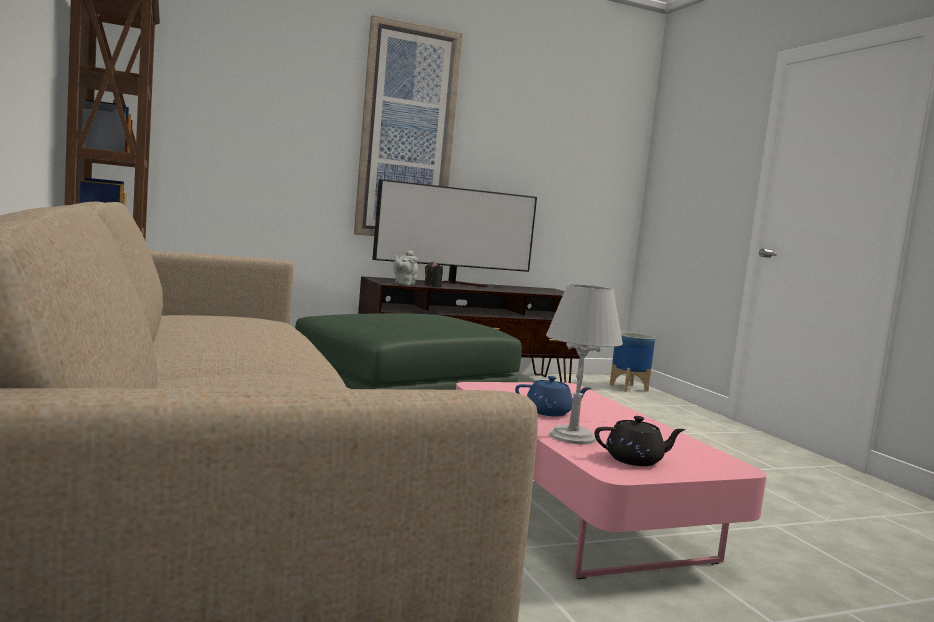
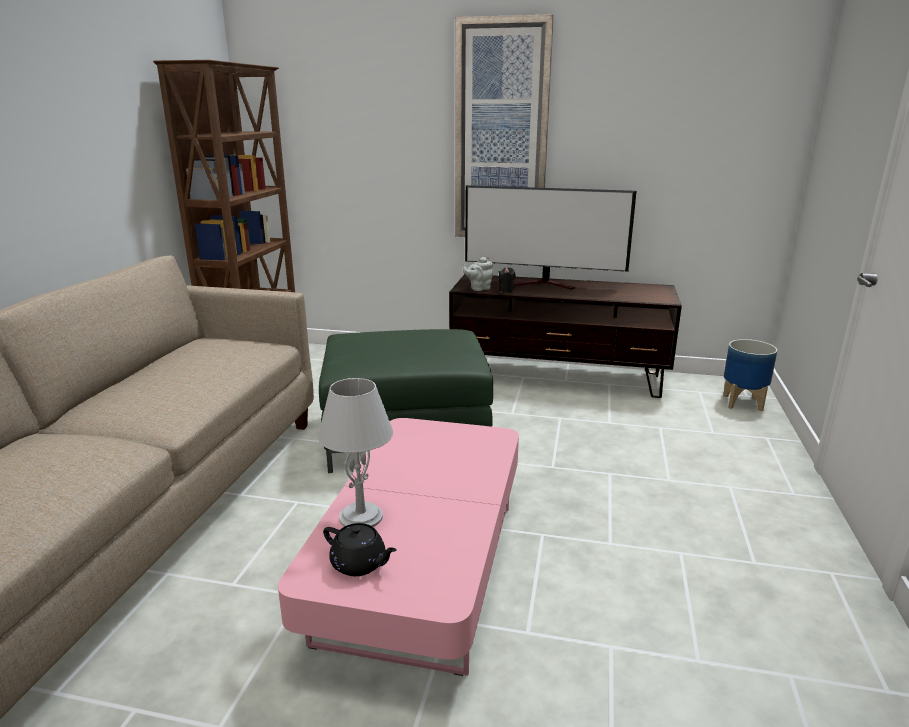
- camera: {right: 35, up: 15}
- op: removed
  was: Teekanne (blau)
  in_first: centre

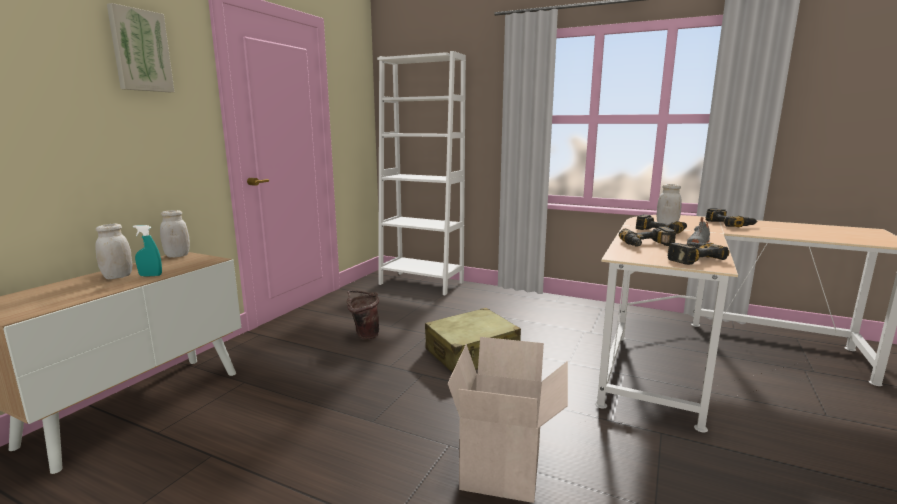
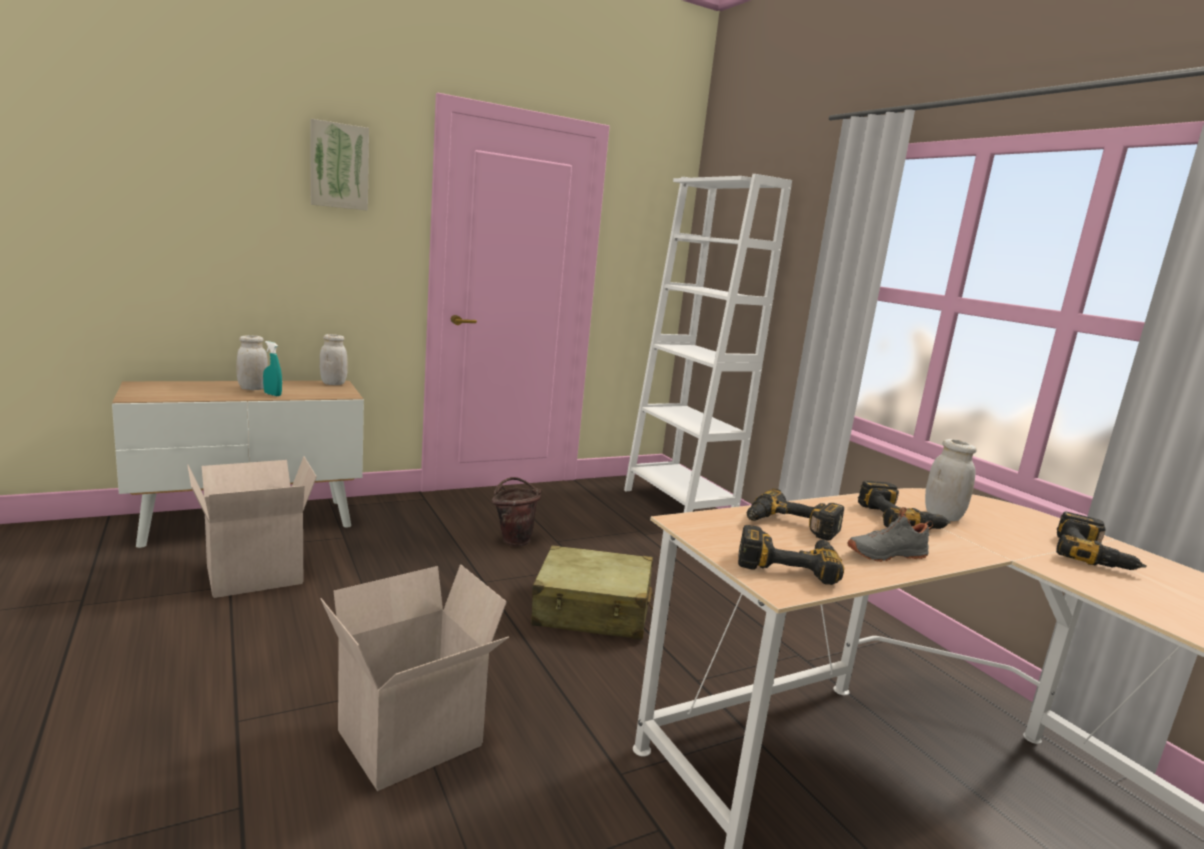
- camera: {right: 35, up: 0}
- op: added
  now: Karton (1st from left)
  in_second: middle left

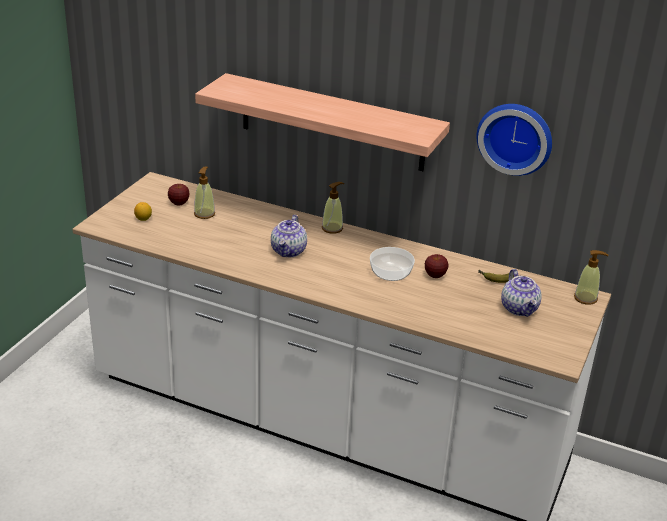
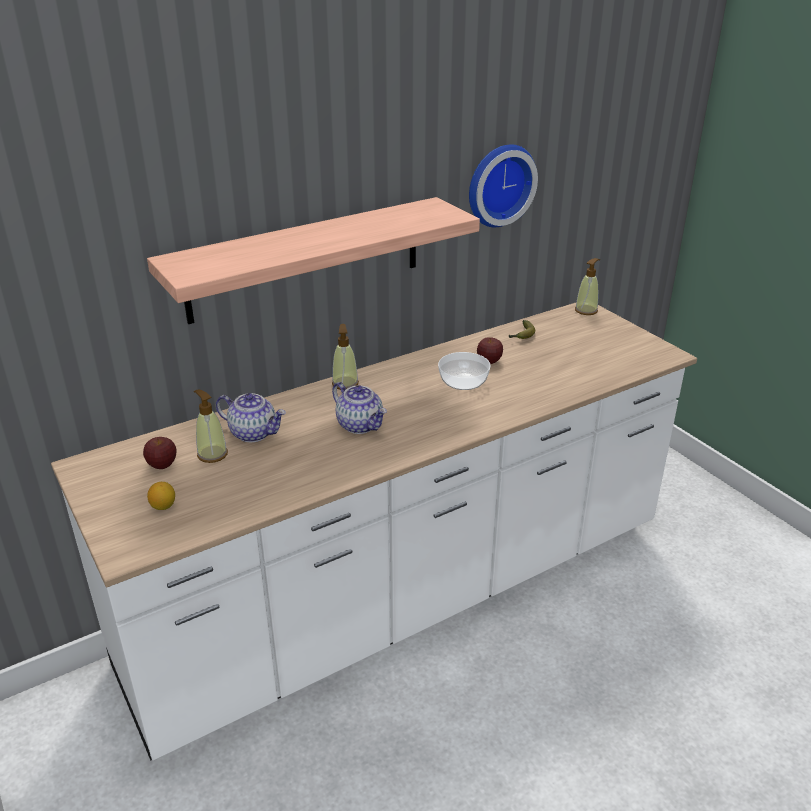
- camera: {right: -55, up: 0}
- op: moved
  was: Teekanne (2nd from left in the first image)
  now: Teekanne (1st from left)
  in_first: middle right
  in_second: middle left

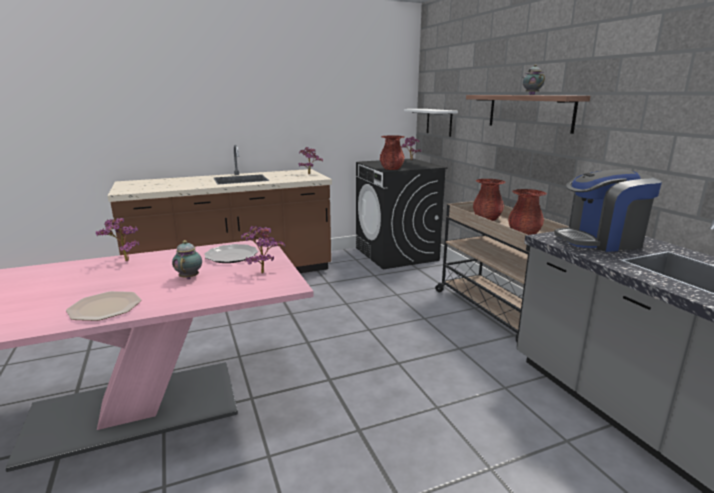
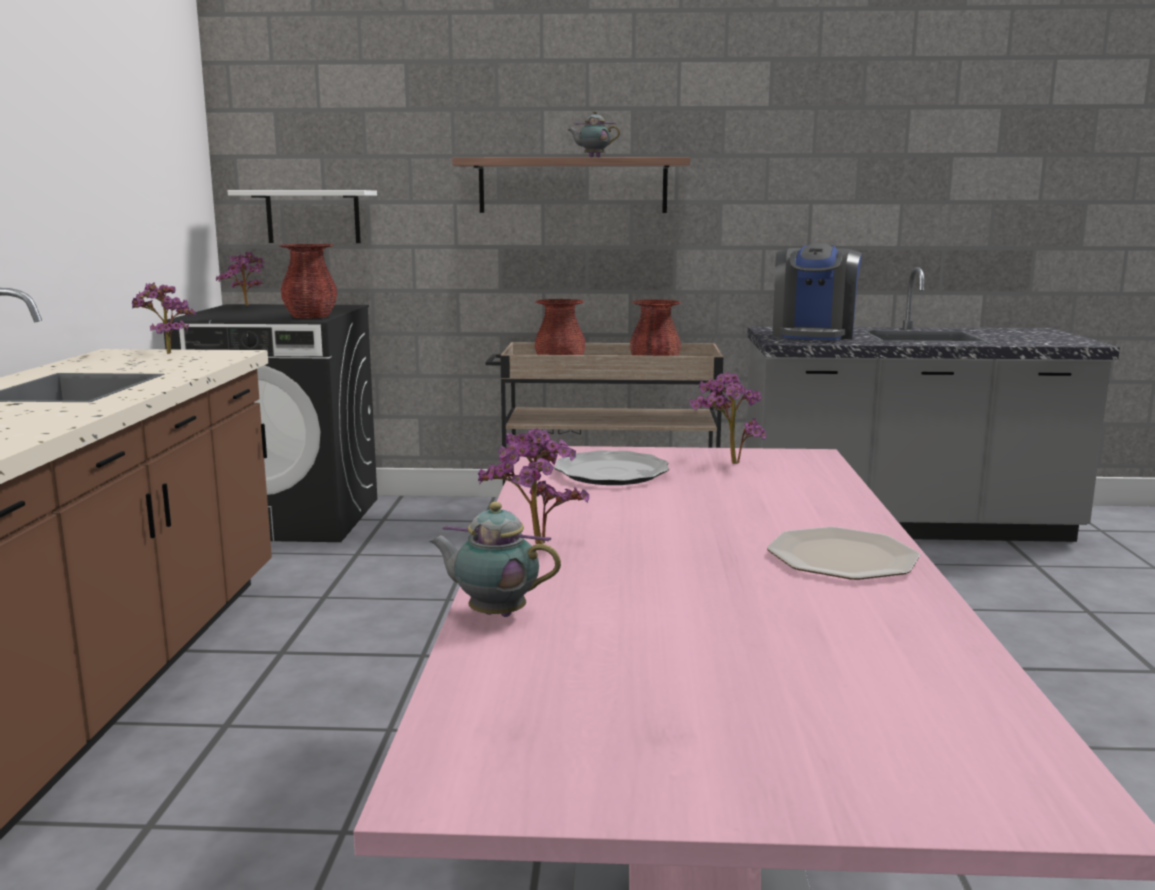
- camera: {right: -65, up: -5}
- op: moved
  was: Teekanne (1st from left)
  in_first: middle left
  in_second: centre

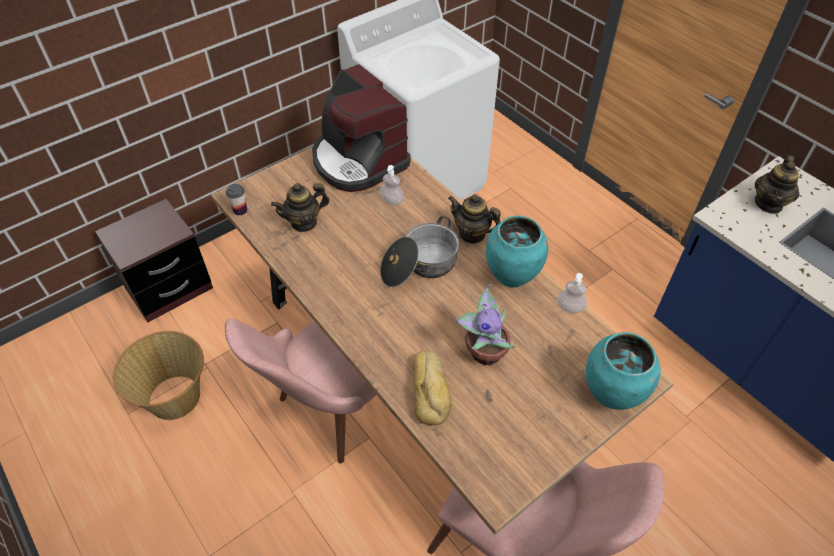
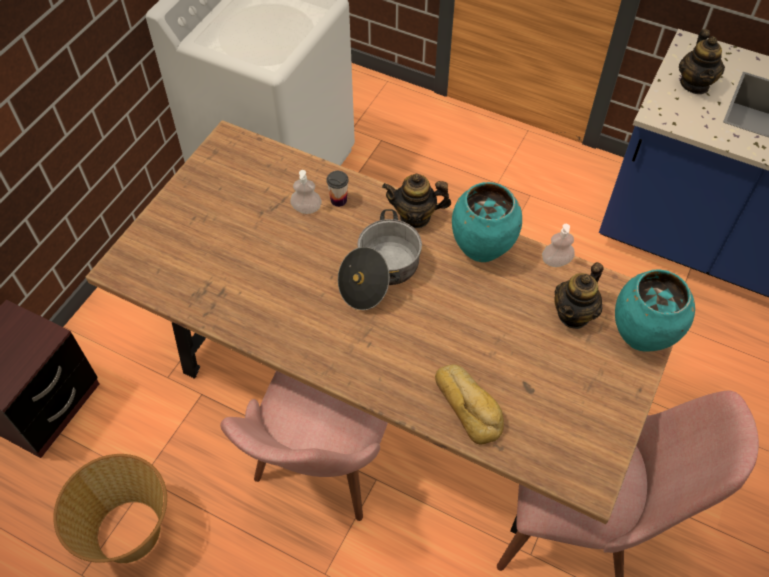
- camera: {right: -25, up: 5}
- op: removed
  was: Kaffeemaschine
  in_first: top centre
- op: moved
  was: Teekanne (1st from left in the first image)
  now: Teekanne (2nd from left)
  in_first: centre
  in_second: middle right
- op: moved
  was: Tasse
  in_first: middle left
  in_second: top centre
- op: removed
  was: Topfpflanze
  in_first: centre

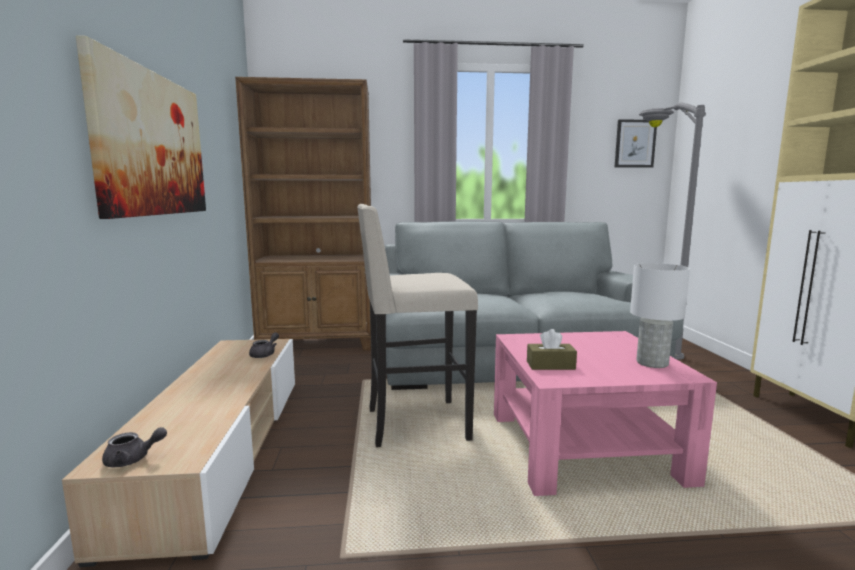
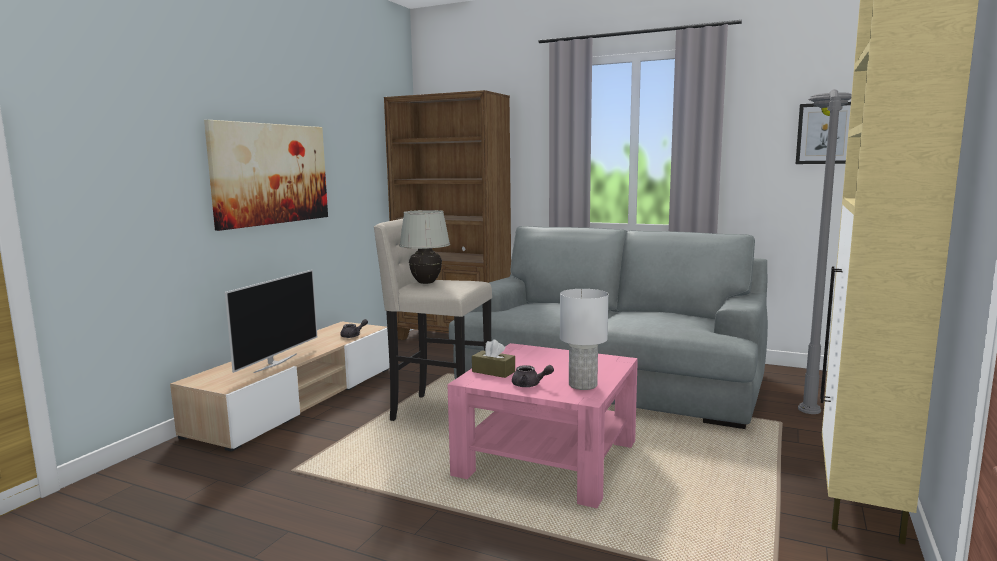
- camera: {right: 30, up: 0}
- op: moved
  was: Teekanne (grau) (1st from left in the first image)
  now: Teekanne (grau) (2nd from left)
  in_first: bottom left
  in_second: bottom centre
- op: added
  now: Tischlampe (weiß) (1st from left)
  in_second: centre
- op: added
  now: Fernseher
  in_second: middle left

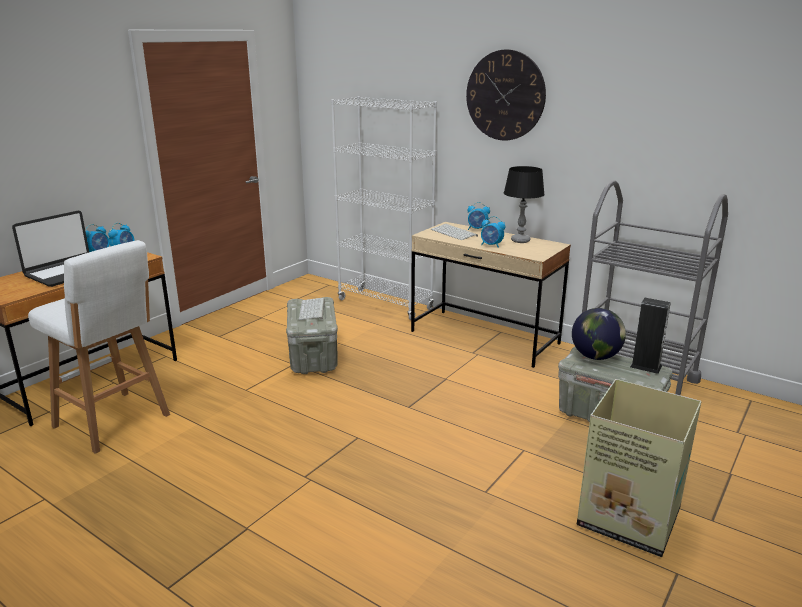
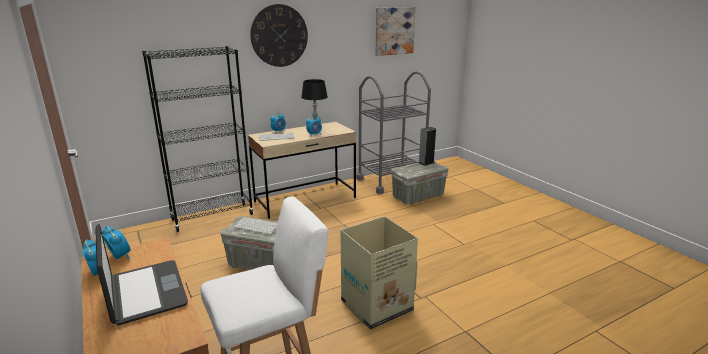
- camera: {right: -65, up: 0}
- op: recoloured
  was: Bücherregal (weiß)
  now: Bücherregal (schwarz)
  in_first: centre
  in_second: middle left
- op: removed
  was: Globus
  in_first: middle right
- op: moved
  was: Karton
  in_first: bottom right
  in_second: bottom centre
- op: added
  now: Bild
  in_second: top centre

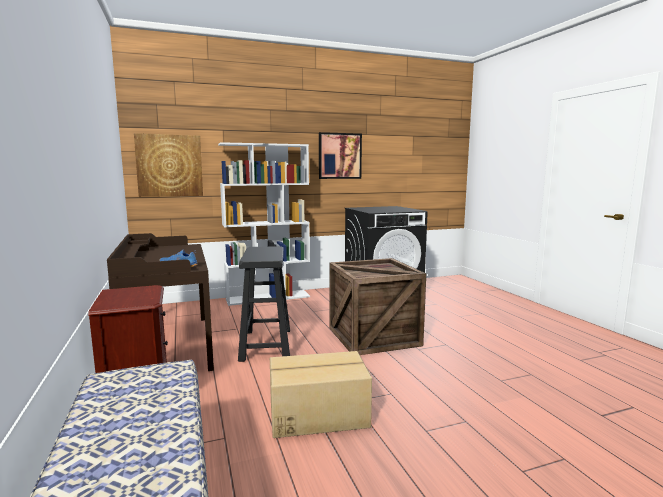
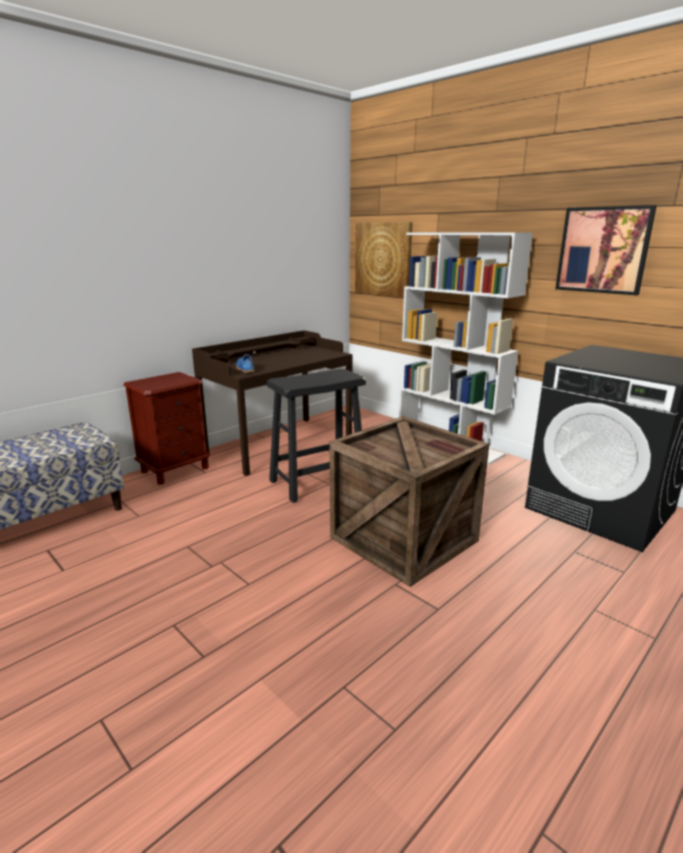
- camera: {right: 65, up: 10}
- op: removed
  was: Karton
  in_first: bottom centre

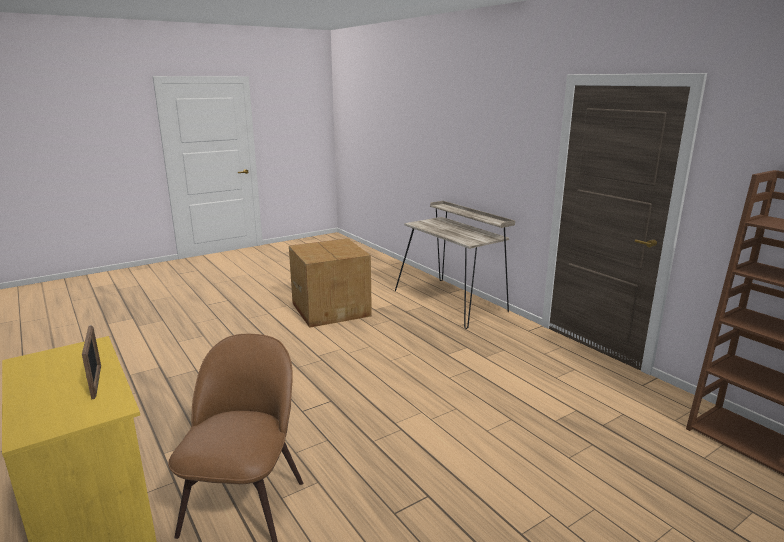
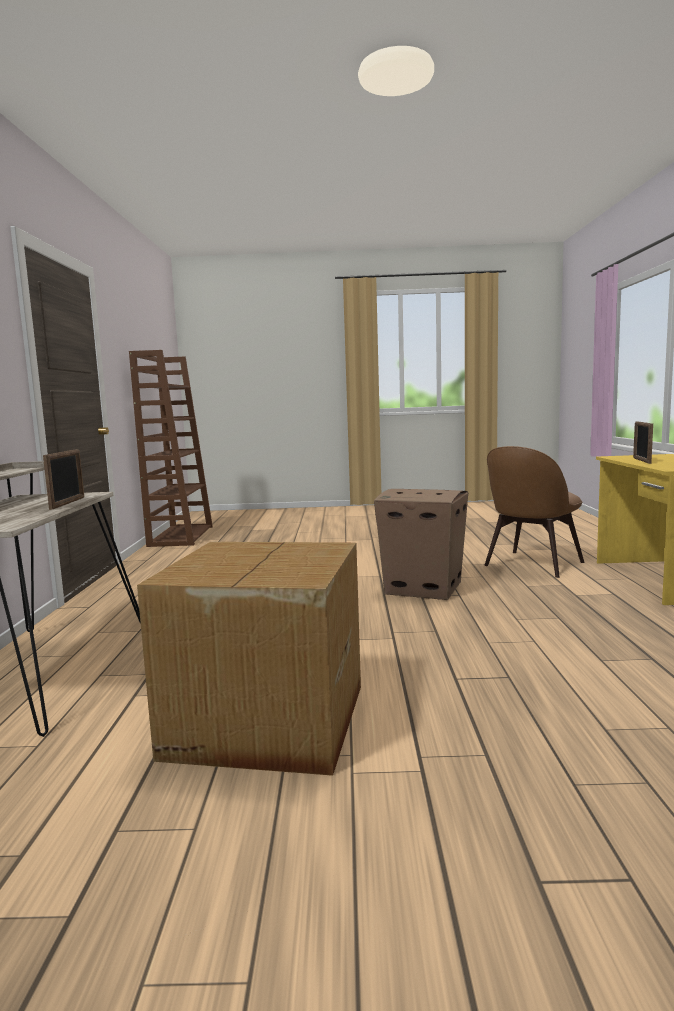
- camera: {right: -145, up: -10}
- op: added
  now: Bilderrahmen (1st from left)
  in_second: middle left
- op: added
  now: Karton (2nd from left)
  in_second: centre

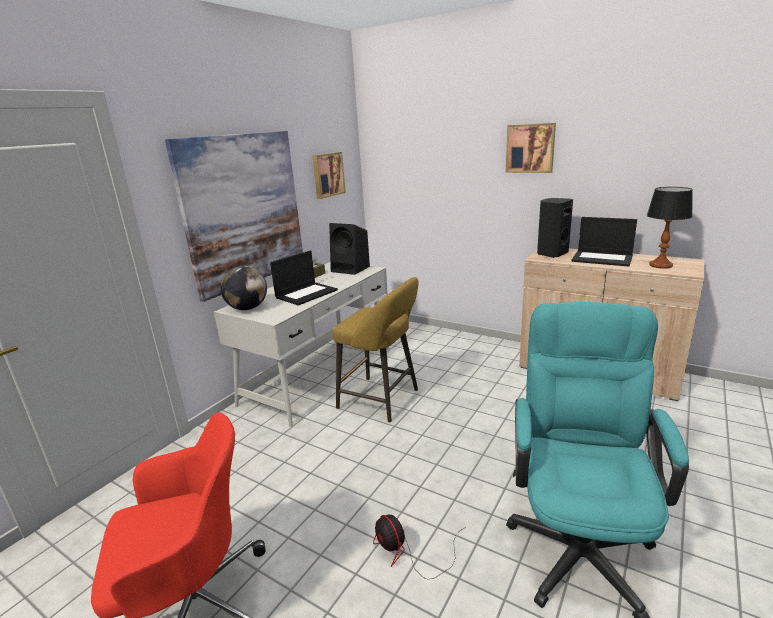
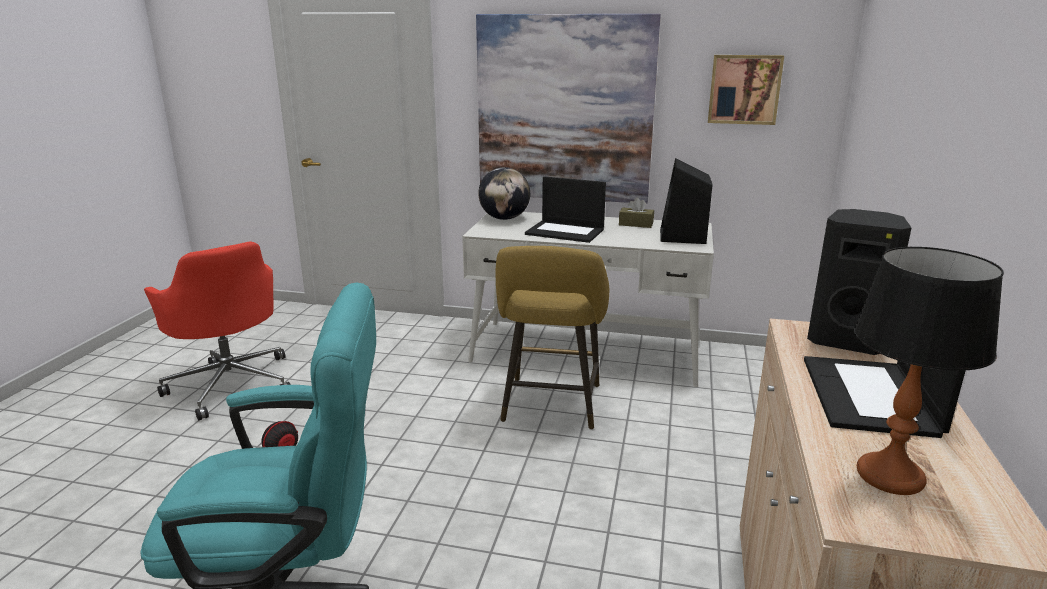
- camera: {right: 70, up: 0}
- op: removed
  was: Bild (3rd from left)
  in_first: top right

